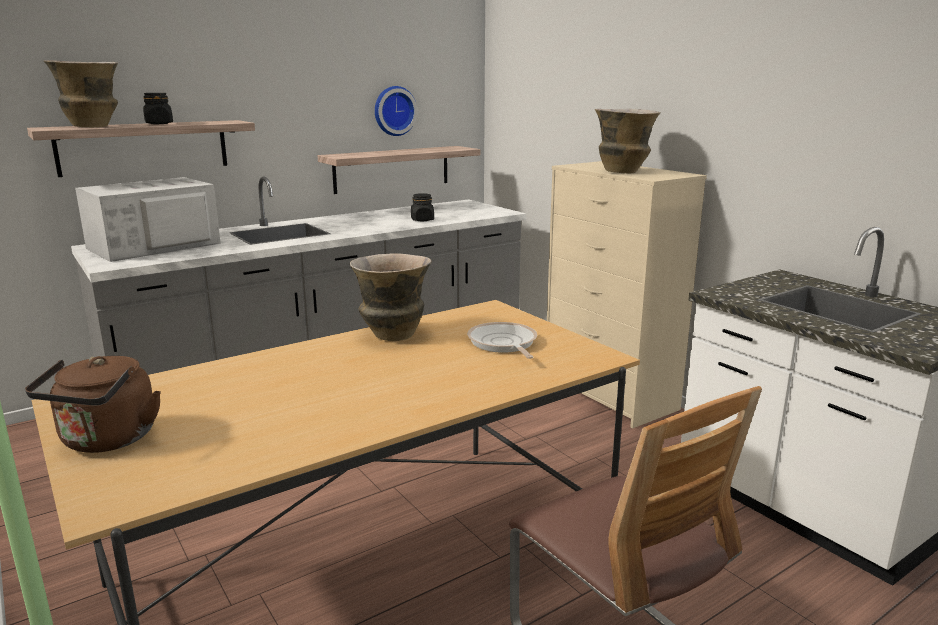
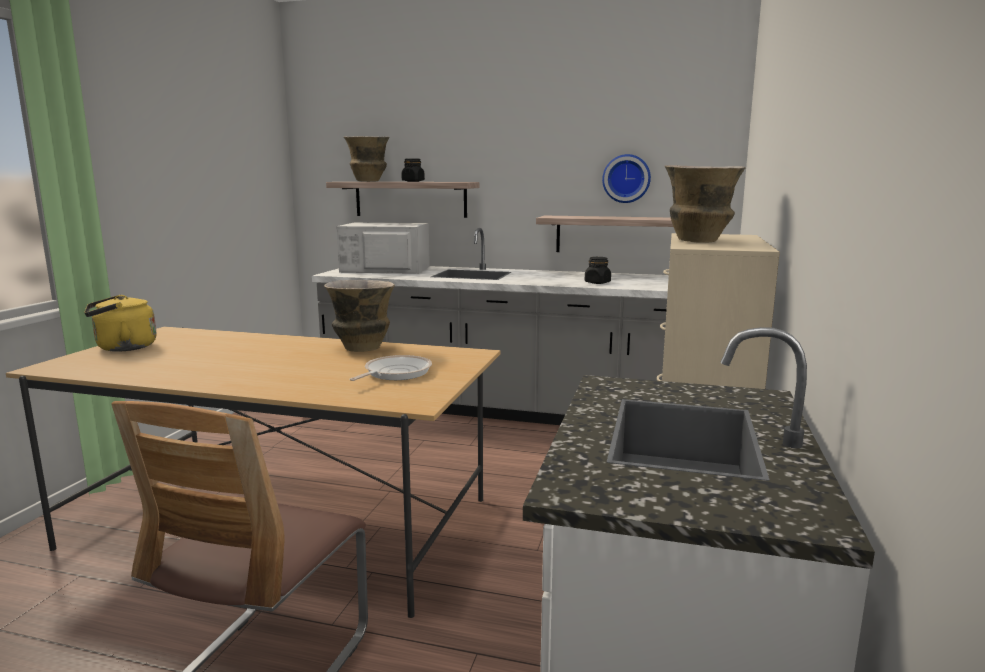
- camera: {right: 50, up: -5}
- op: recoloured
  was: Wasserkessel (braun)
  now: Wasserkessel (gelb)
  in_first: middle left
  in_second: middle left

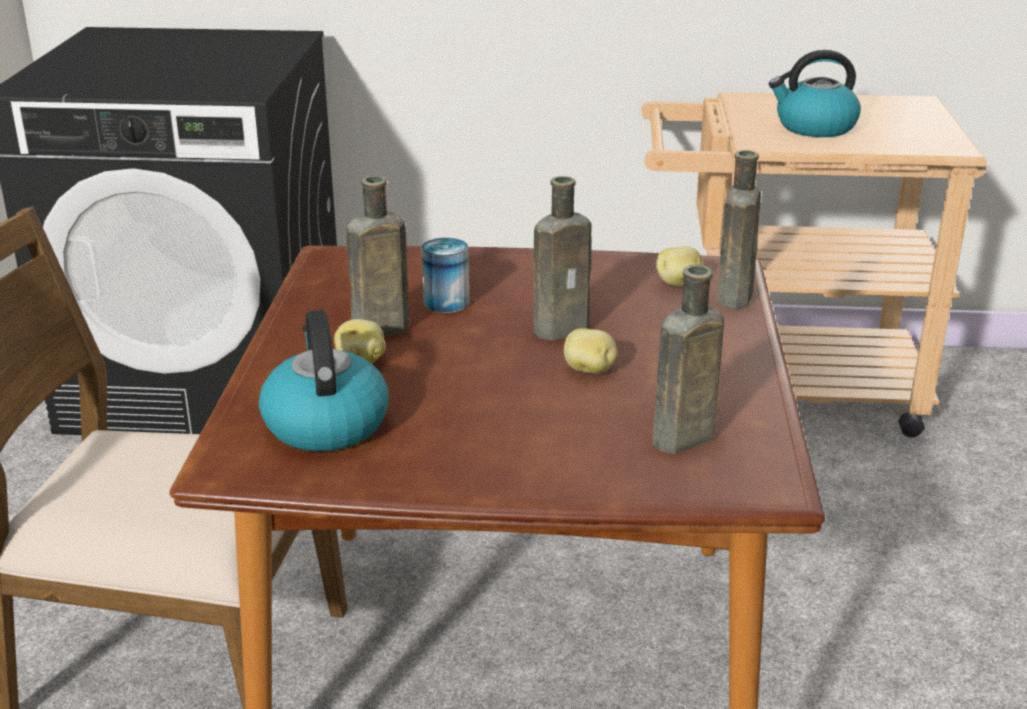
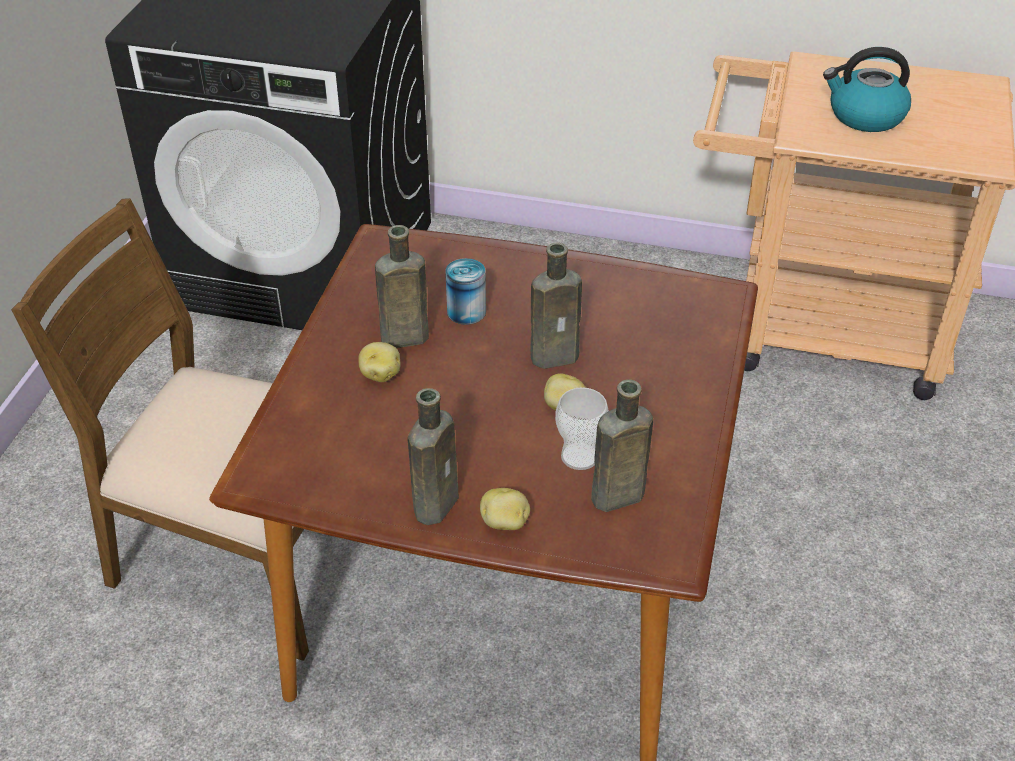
- camera: {right: 10, up: 15}
- op: moved
  was: Flasche (braun) (4th from left in the first image)
  now: Flasche (braun) (2nd from left)
  in_first: top right
  in_second: centre
- op: moved
  was: Kartoffel (3rd from left in the first image)
  now: Kartoffel (2nd from left)
  in_first: centre
  in_second: bottom centre
- op: removed
  was: Wasserkessel (1st from left)
  in_first: middle left
- op: added
  now: Tasse
  in_second: centre

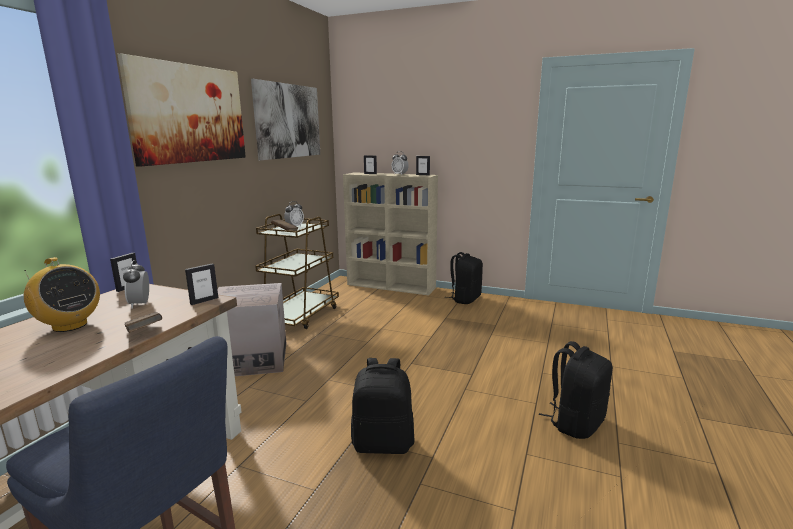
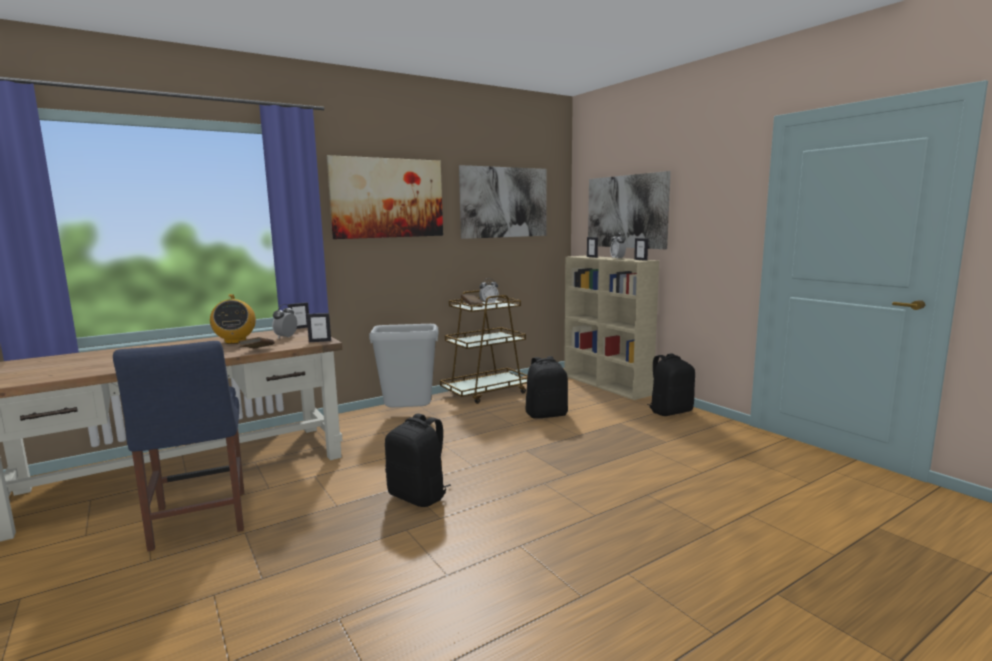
- camera: {right: 35, up: -5}
- op: replaced
  was: Karton
  now: Mülleimer (grau)
  in_first: middle left
  in_second: centre
- op: moved
  was: Rucksack (schwarz) (3rd from left in the first image)
  now: Rucksack (schwarz) (2nd from left)
  in_first: bottom right
  in_second: centre
- op: added
  now: Bild (3rd from left)
  in_second: top centre

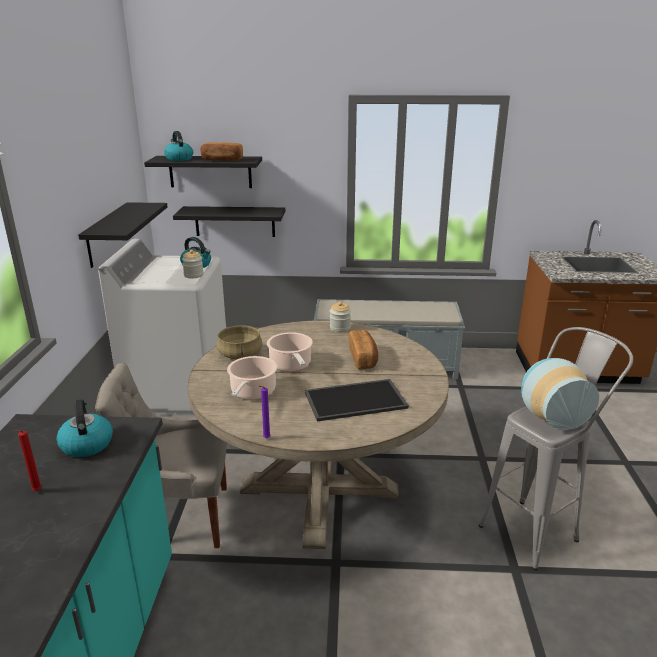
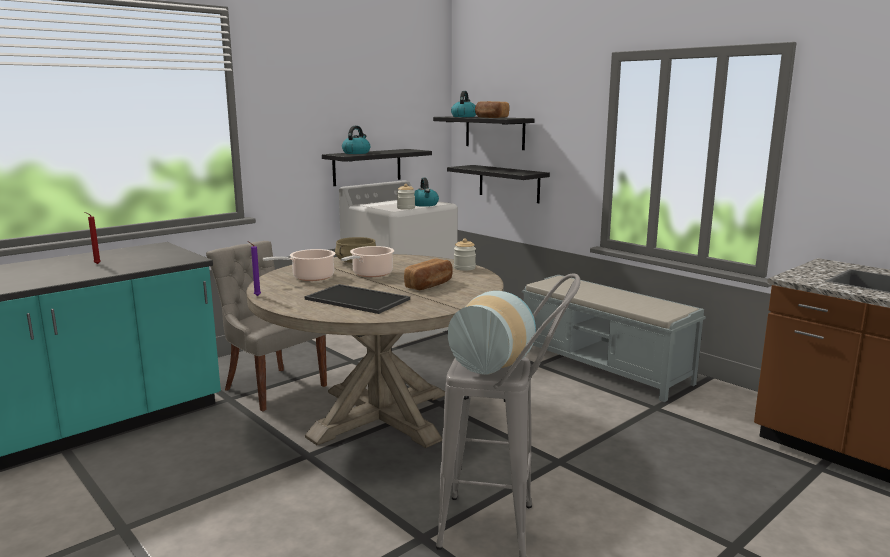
- camera: {right: 45, up: -10}
- op: moved
  was: Wasserkessel (1st from left)
  in_first: middle left
  in_second: top centre

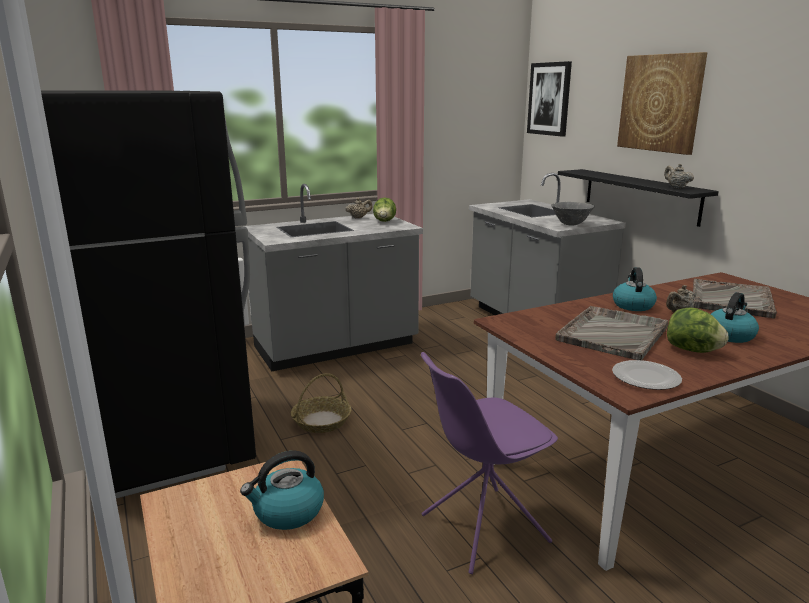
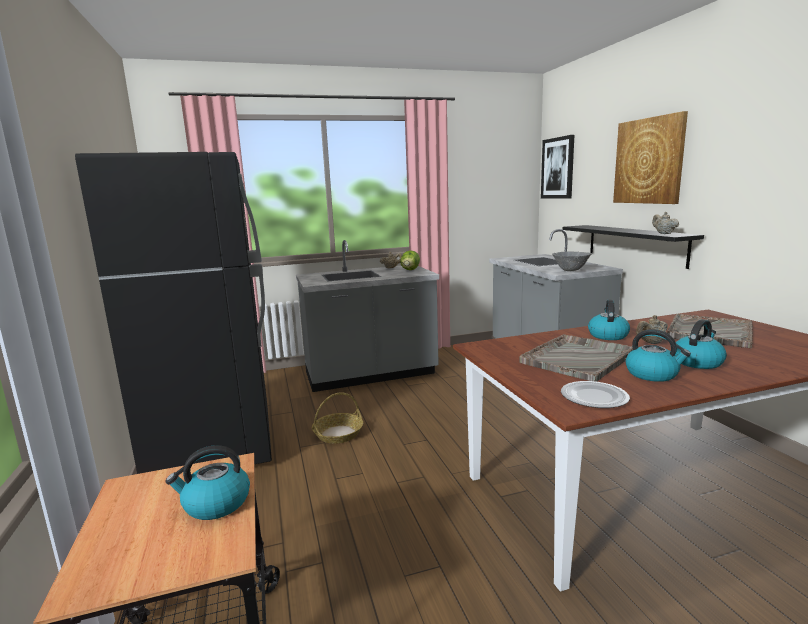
- camera: {right: 10, up: -5}
- op: replaced
  was: Salatkopf (2nd from left)
  now: Wasserkessel (3rd from left)
  in_first: middle right
  in_second: middle right
- op: removed
  was: Stuhl (lila)
  in_first: bottom centre

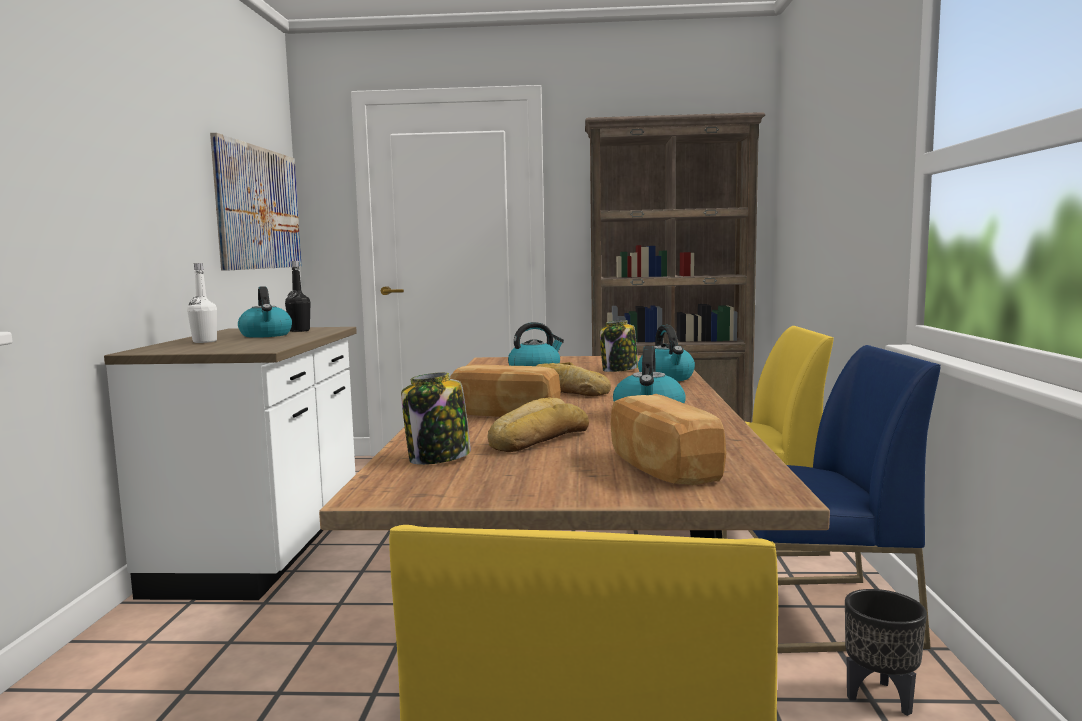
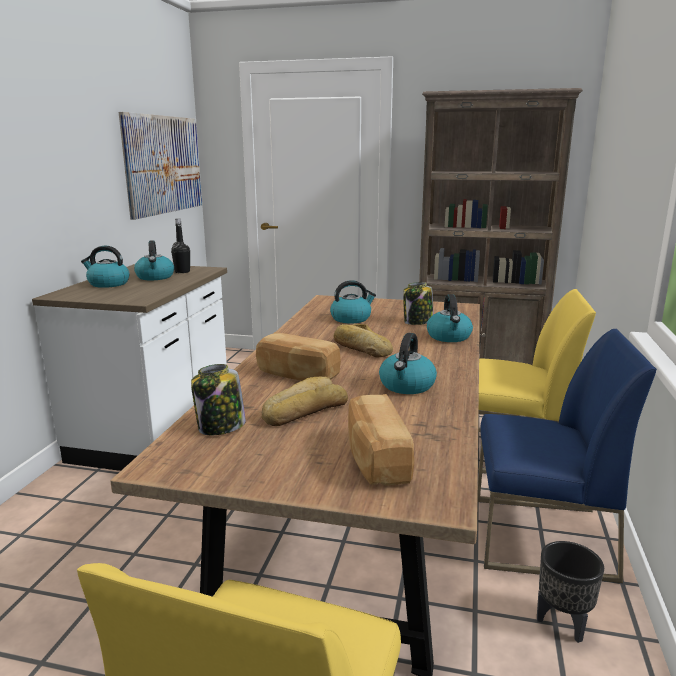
- camera: {right: 10, up: 10}
- op: replaced
  was: Flasche (weiß)
  now: Wasserkessel (1st from left)
  in_first: middle left
  in_second: middle left

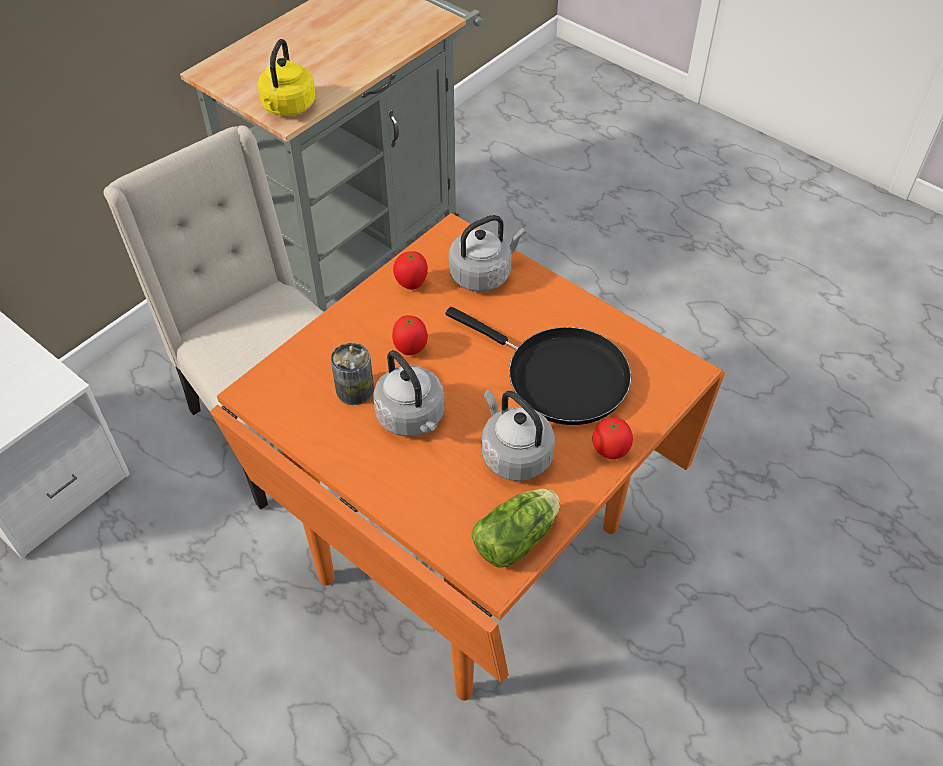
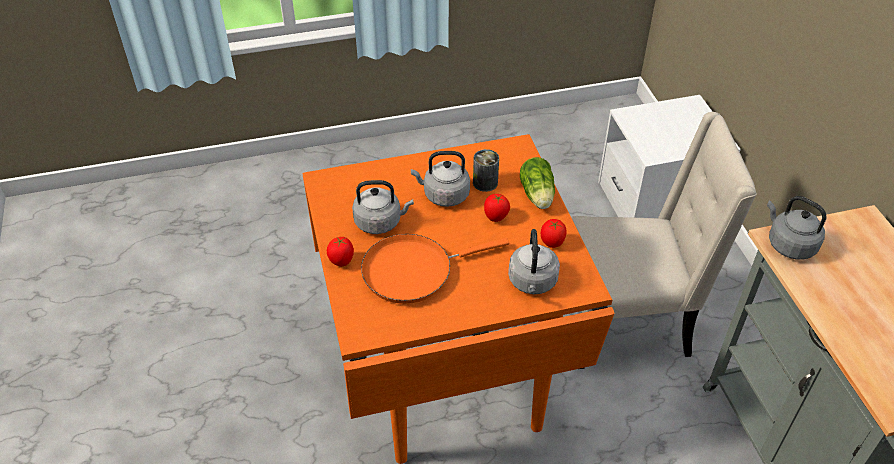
- camera: {right: 125, up: -5}
- op: recoloured
  was: Wasserkessel (gelb)
  now: Wasserkessel (grau) (4th from left)
  in_first: top left
  in_second: middle right
- op: recoloured
  was: Pfanne (schwarz)
  now: Pfanne (orange)
  in_first: centre
  in_second: centre
- op: moved
  was: Salatkopf
  in_first: bottom centre
  in_second: centre

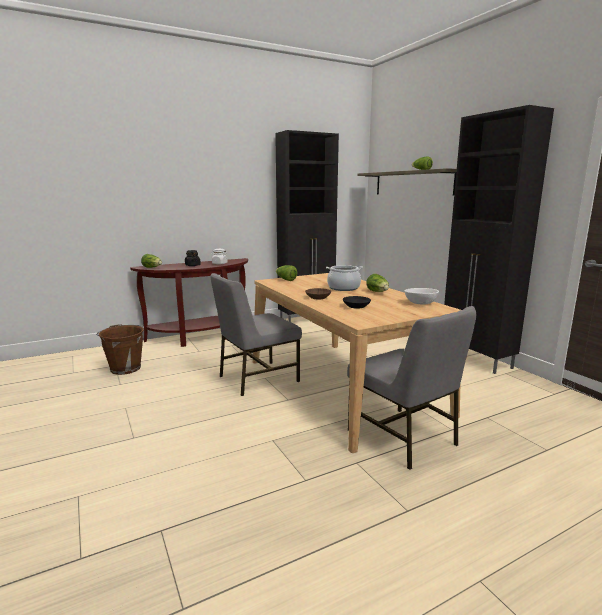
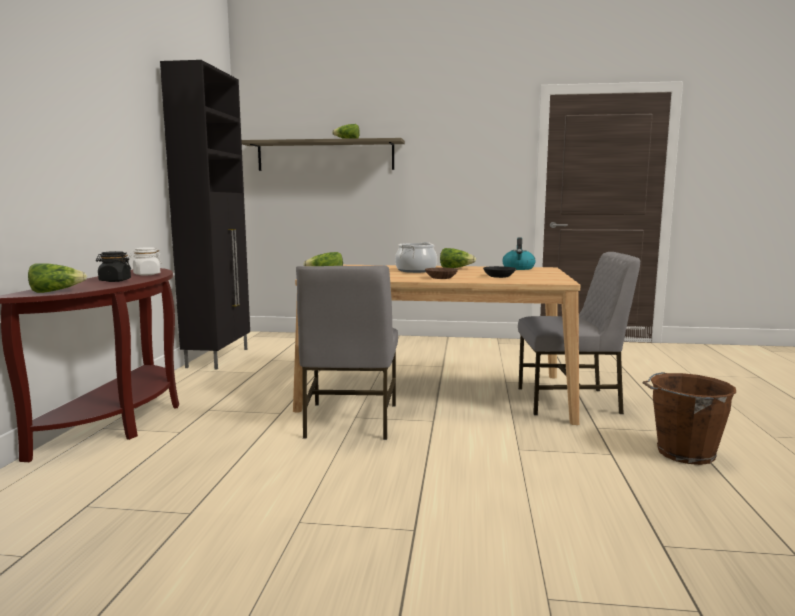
- camera: {right: -55, up: -5}
- op: removed
  was: Schrank (schwarz) (2nd from left)
  in_first: middle right
- op: replaced
  was: Schüssel (weiß)
  now: Wasserkessel
  in_first: middle right
  in_second: centre
- op: moved
  was: Eimer (braun)
  in_first: middle left
  in_second: bottom right

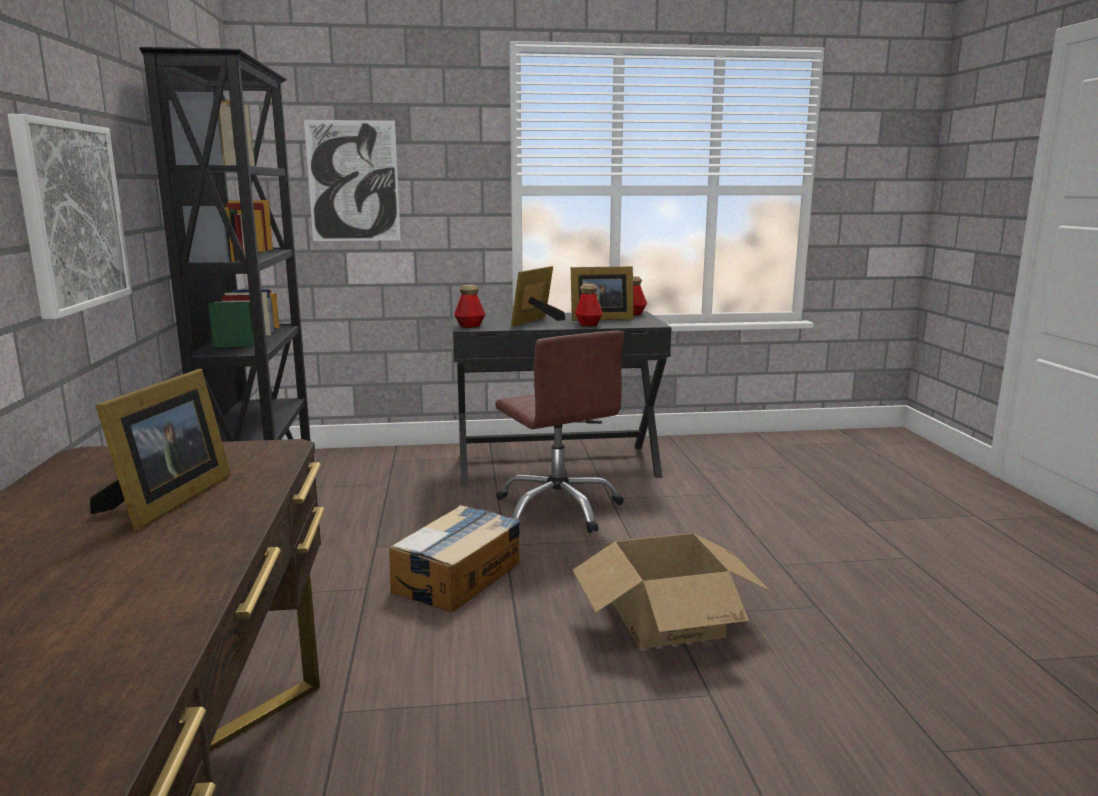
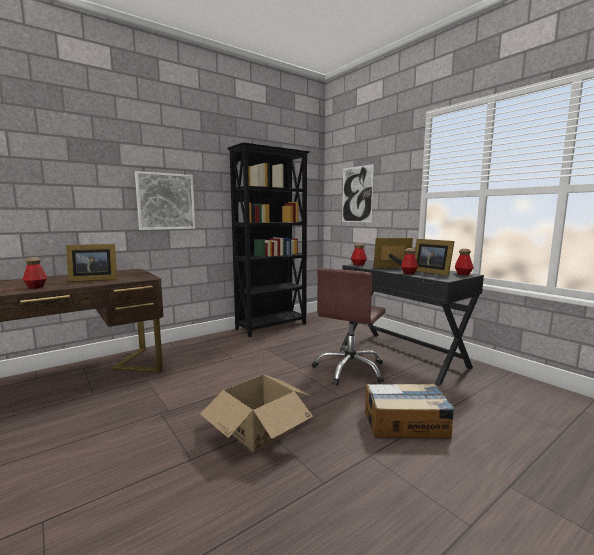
- camera: {right: 60, up: -5}
- op: moved
  was: Karton (1st from left in the first image)
  now: Karton (2nd from left)
  in_first: bottom centre
  in_second: bottom right
- op: added
  now: Flasche (1st from left)
  in_second: middle left

